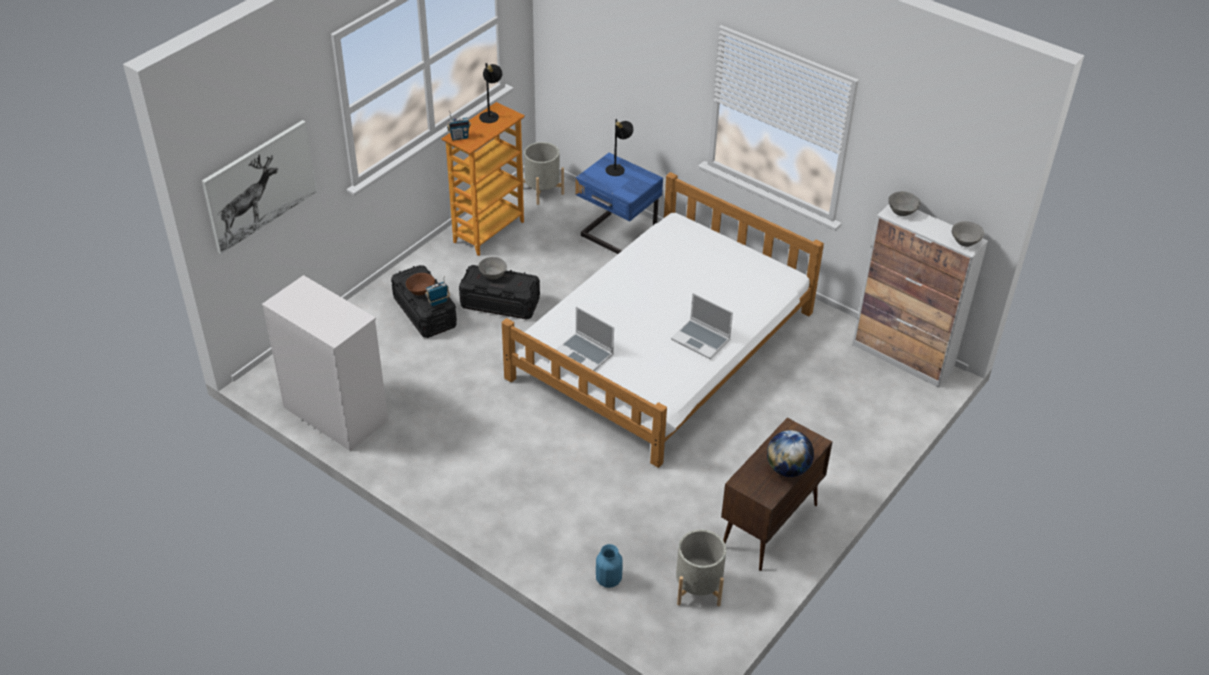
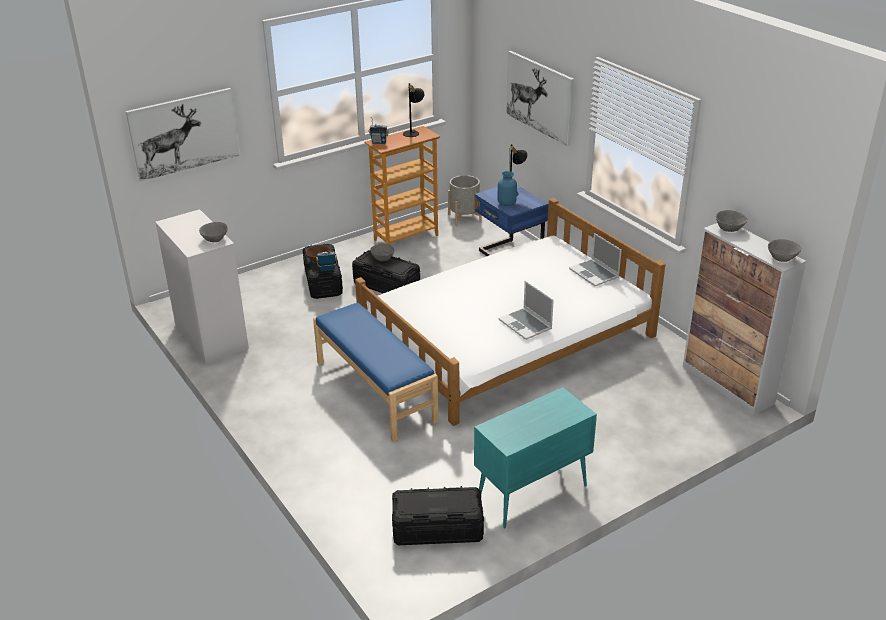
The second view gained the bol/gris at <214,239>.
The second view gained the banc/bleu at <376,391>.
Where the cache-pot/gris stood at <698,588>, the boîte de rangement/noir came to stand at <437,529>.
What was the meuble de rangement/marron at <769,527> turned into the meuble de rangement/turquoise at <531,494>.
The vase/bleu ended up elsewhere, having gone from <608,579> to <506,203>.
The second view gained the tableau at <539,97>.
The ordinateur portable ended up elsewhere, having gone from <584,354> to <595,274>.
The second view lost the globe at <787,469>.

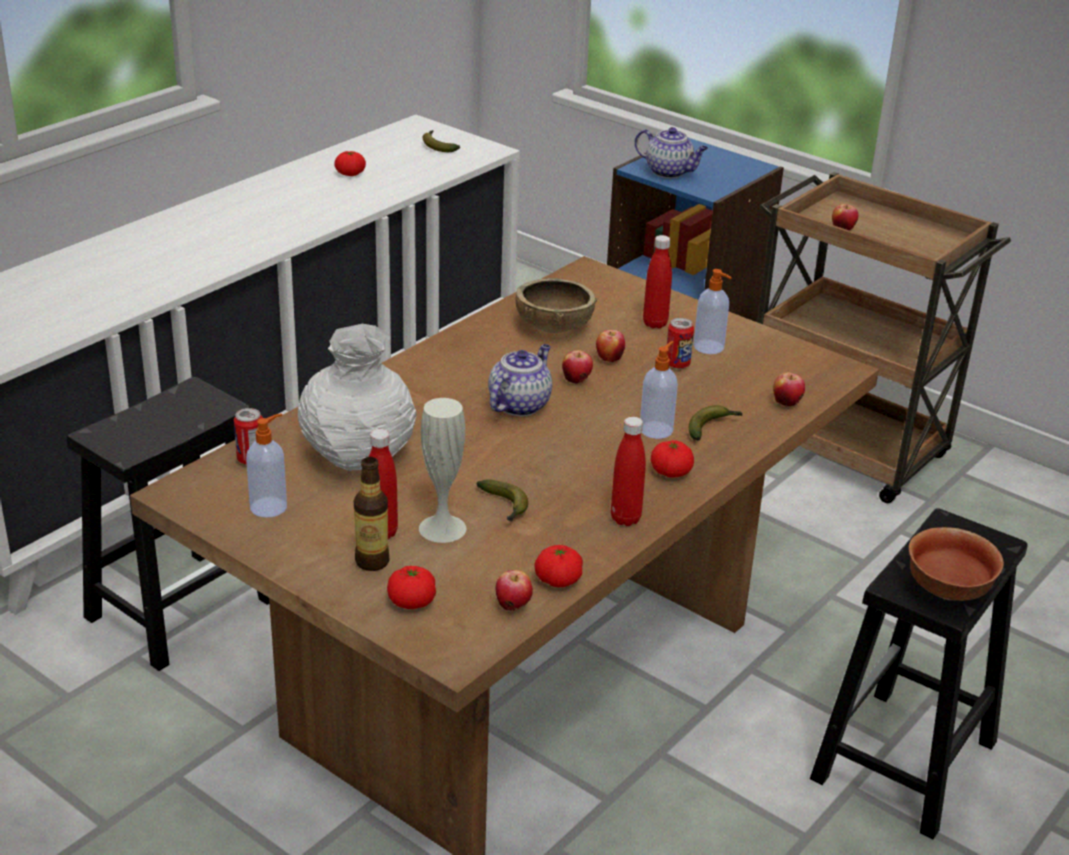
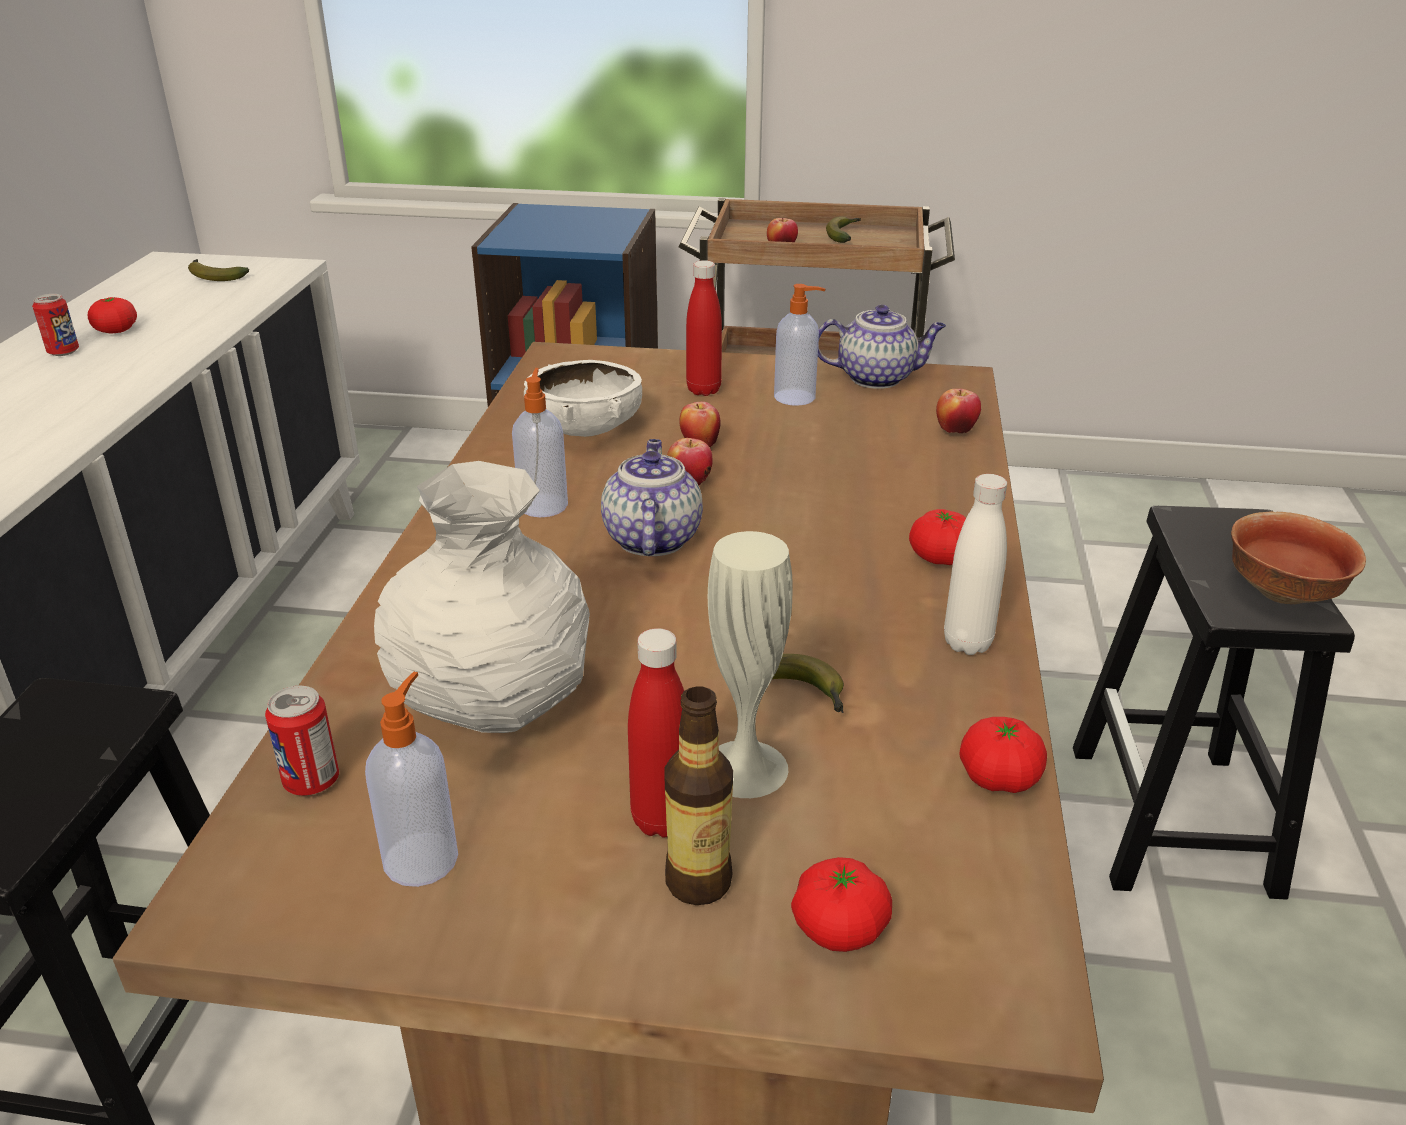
The boîte métallique ended up elsewhere, having gone from <677,364> to <63,352>.
The distributeur de savon ended up elsewhere, having gone from <656,429> to <543,504>.
What was the bol/marron at <553,326> turned into the bol/blanc at <585,428>.
The théière ended up elsewhere, having gone from <670,172> to <877,378>.
The banane ended up elsewhere, having gone from <712,428> to <844,235>.
What was the bouteille/rouge at <625,518> turned into the bouteille/blanc at <967,643>.
The second view lost the pomme at <513,606>.

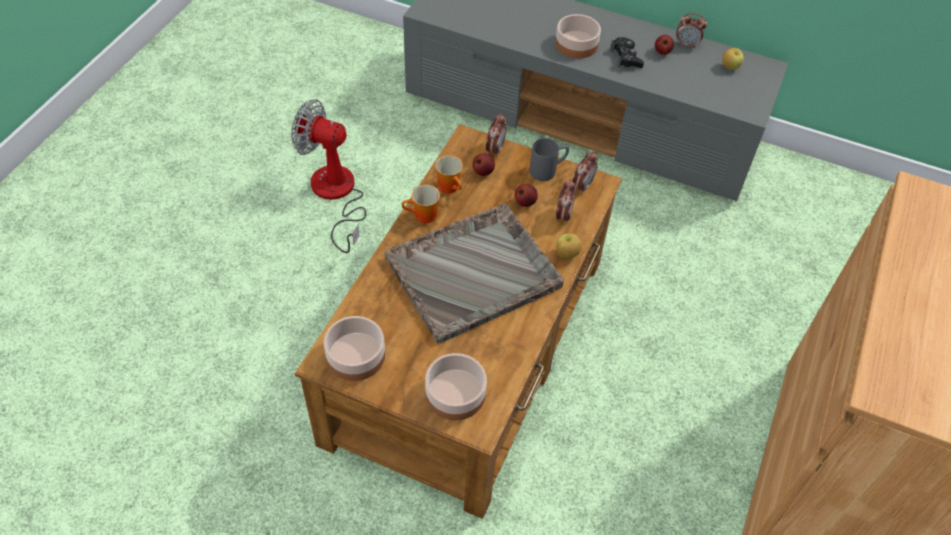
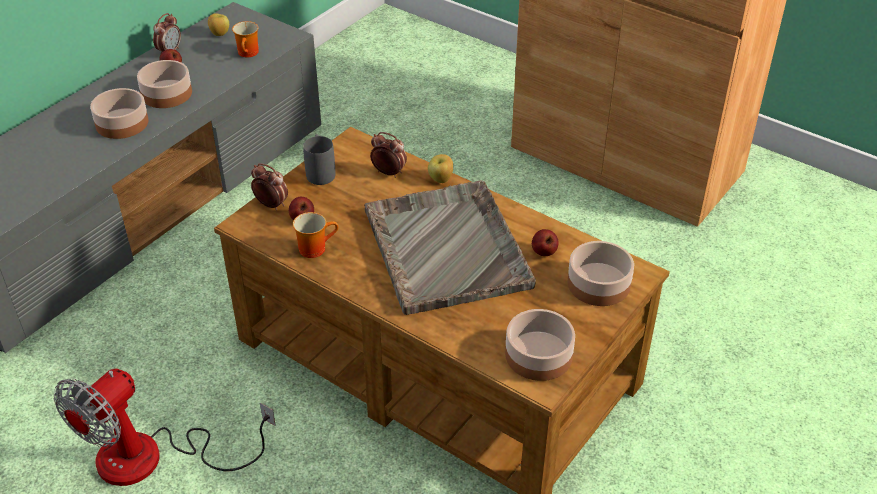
Where the manette/noir stood at <626,58>, the bol came to stand at <166,94>.
The mug ended up elsewhere, having gone from <423,216> to <249,53>.
The pomme ended up elsewhere, having gone from <525,202> to <544,252>.
The second view lost the réveil at <582,186>.

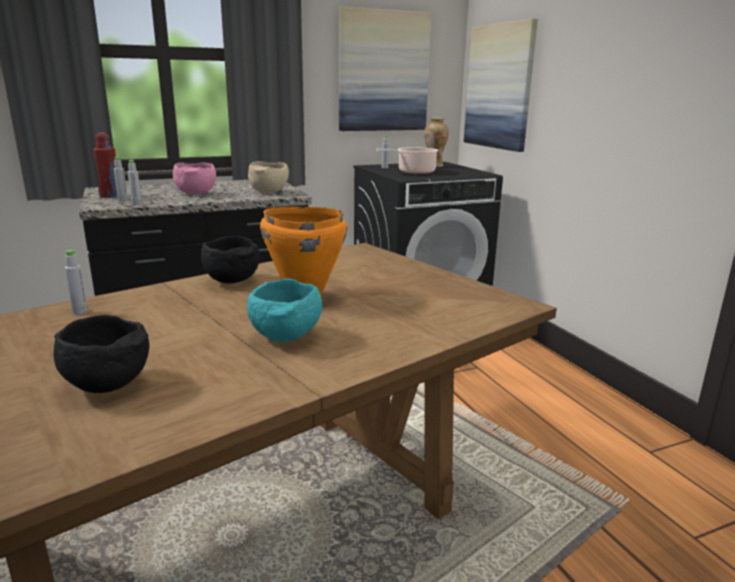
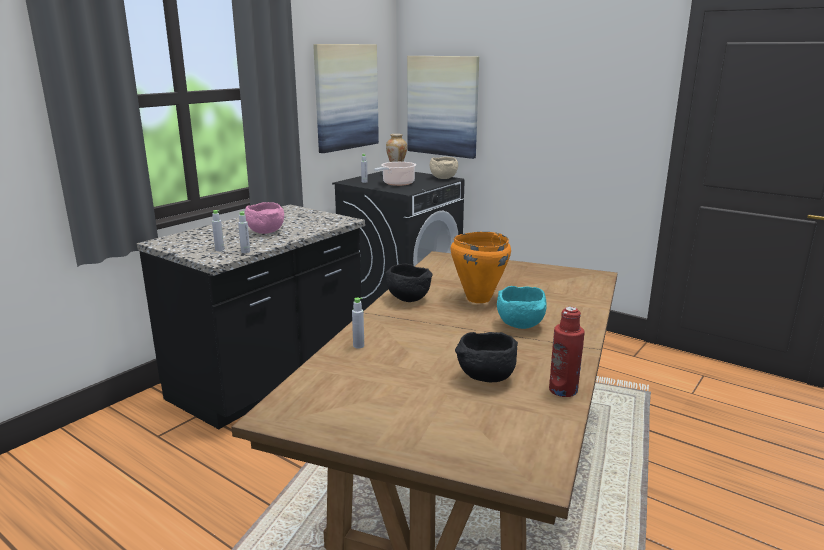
The bol/beige ended up elsewhere, having gone from <269,192> to <443,178>.
The bouteille/rouge ended up elsewhere, having gone from <110,196> to <563,390>.

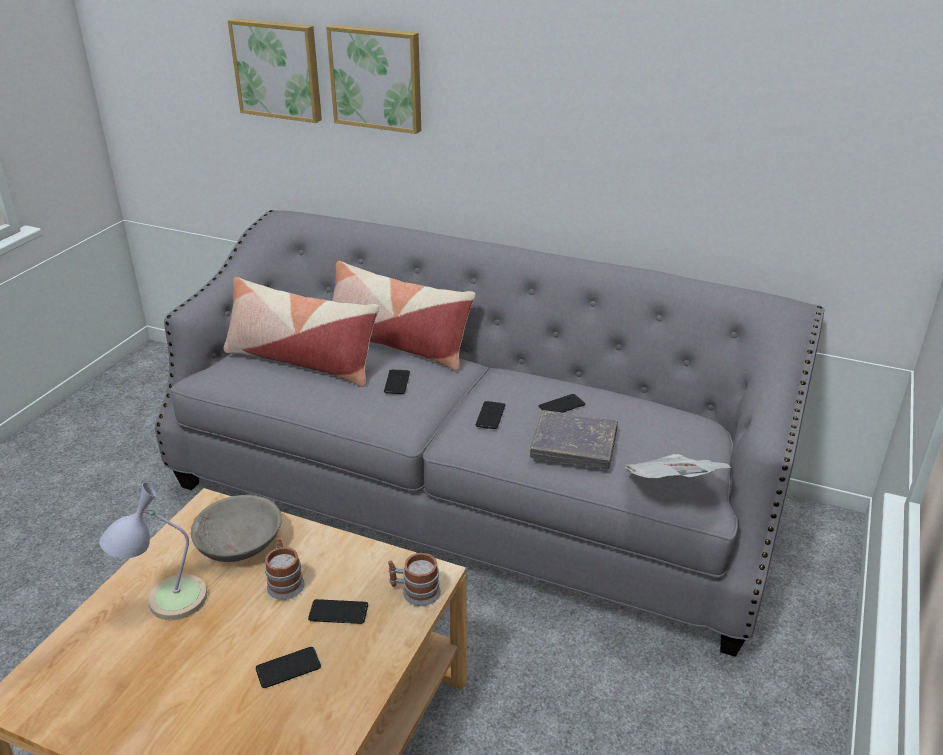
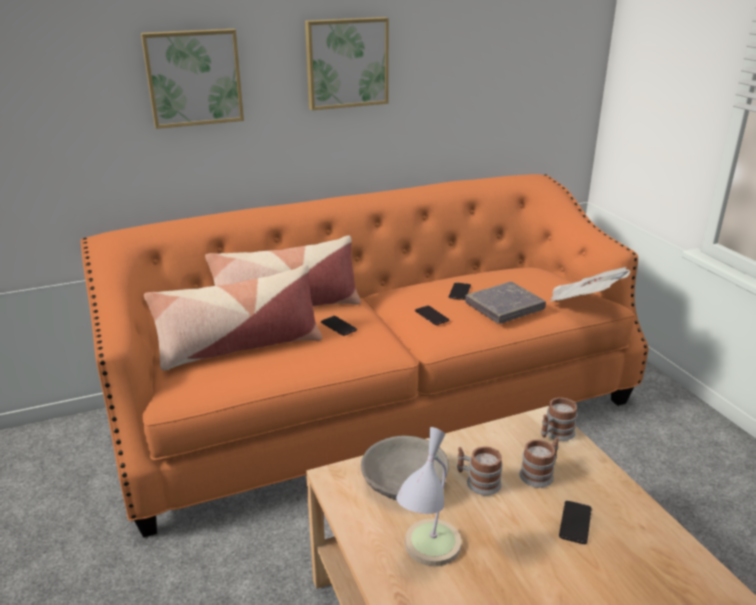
What was the canapé/gris at <472,496> turned into the canapé/orange at <378,408>.
The tableau ended up elsewhere, having gone from <278,69> to <346,63>.
Where the téléphone stood at <338,612>, the mug came to stand at <540,474>.

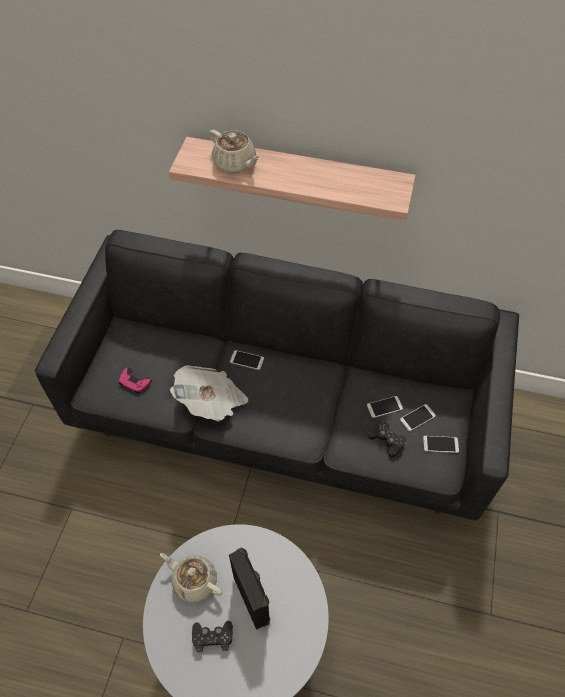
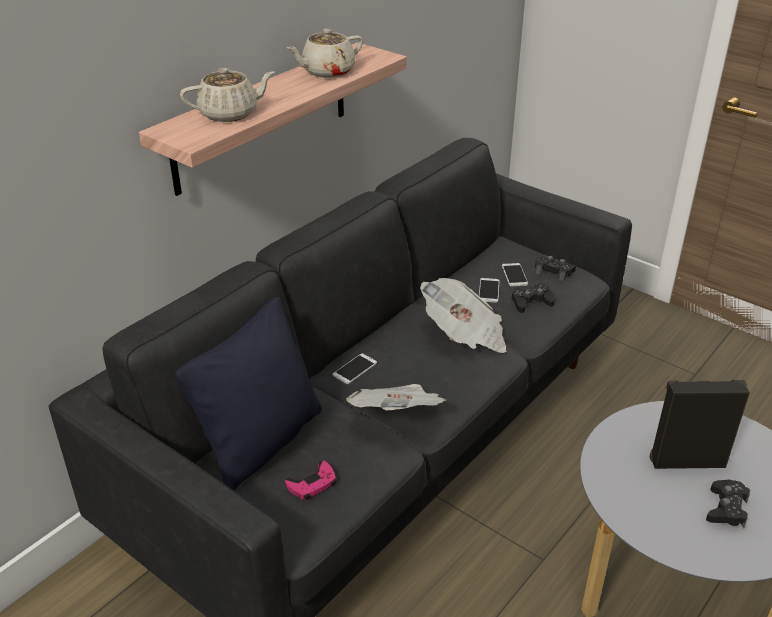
The second view gained the coussin/noir at <261,442>.
The théière/beige ended up elsewhere, having gone from <194,580> to <327,72>.
The second view gained the journal at <464,335>.
Where the téléphone stood at <440,444>, the manette/noir came to stand at <553,272>.

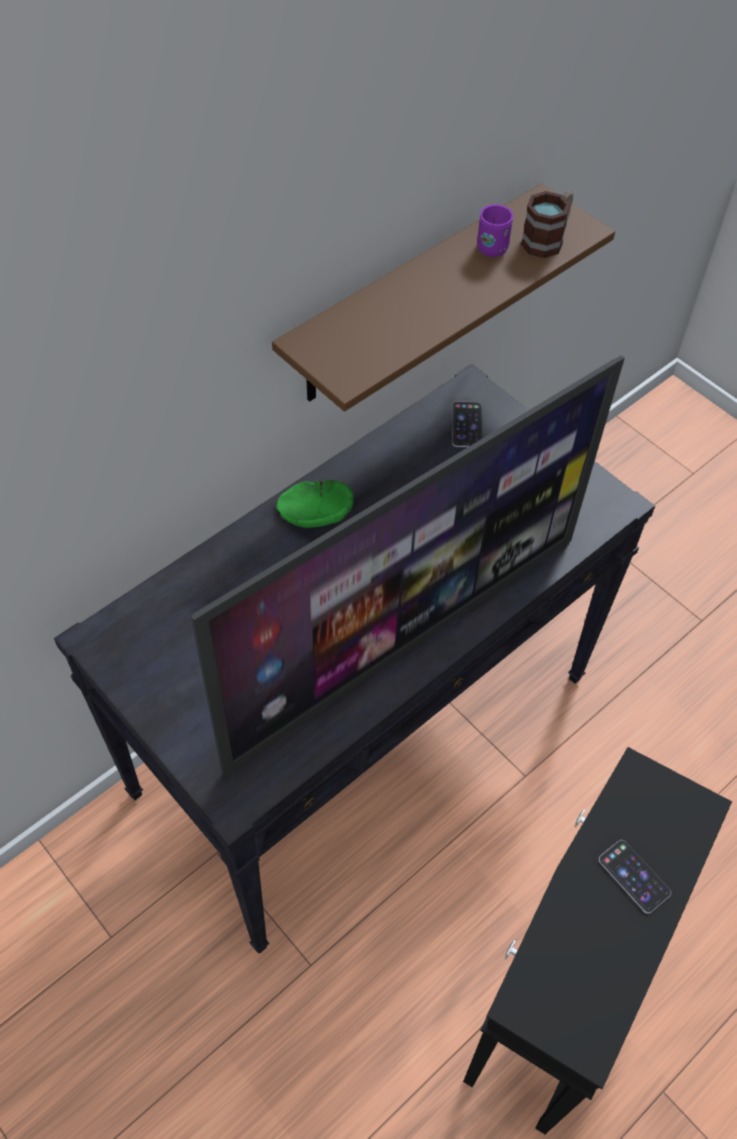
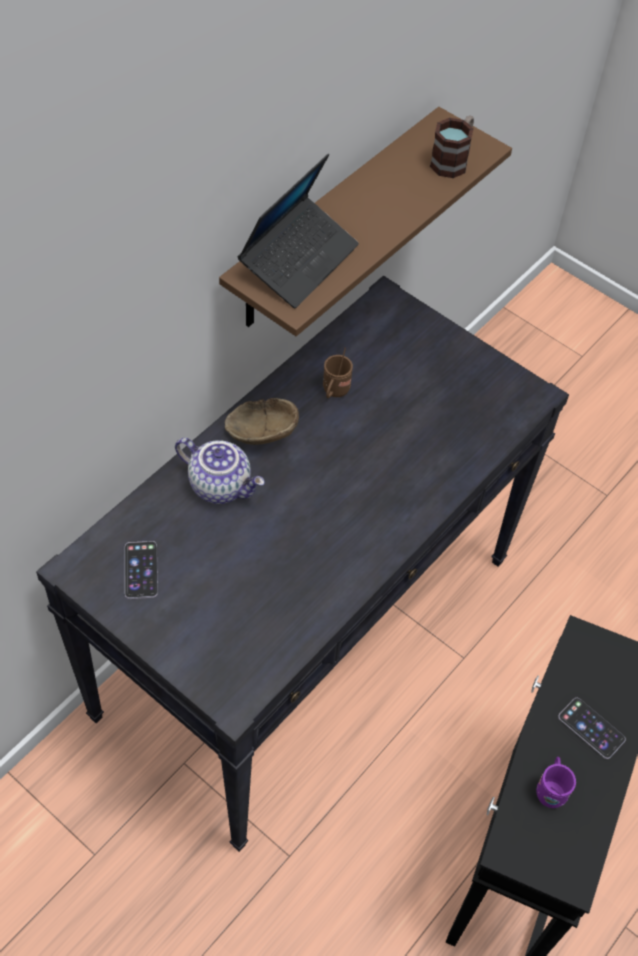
The téléphone ended up elsewhere, having gone from <466,425> to <141,570>.
The second view gained the théière at <221,485>.
What was the bol/vert at <314,514> turned into the bol/marron at <260,432>.
The second view gained the ordinateur portable at <299,260>.
The second view gained the mug/marron at <334,392>.
The mug/violet ended up elsewhere, having gone from <493,246> to <551,789>.
The second view lost the téléviseur at <405,643>.

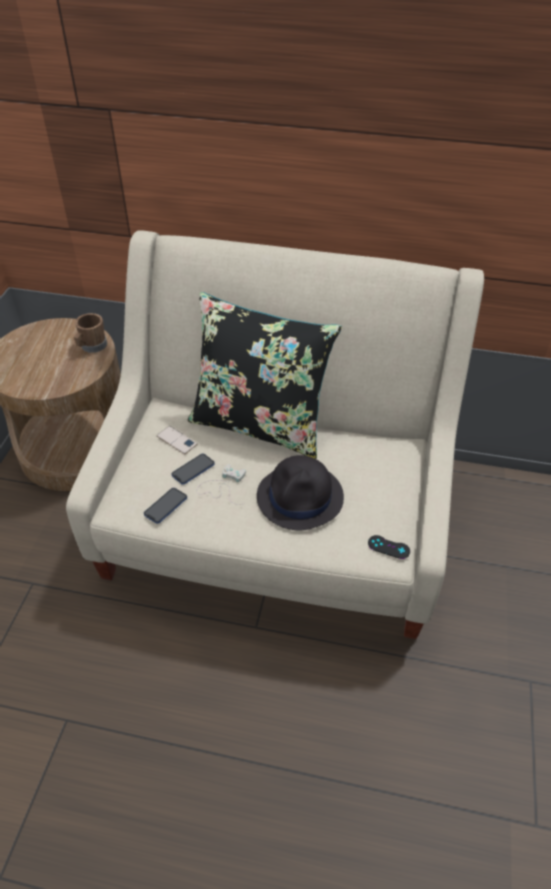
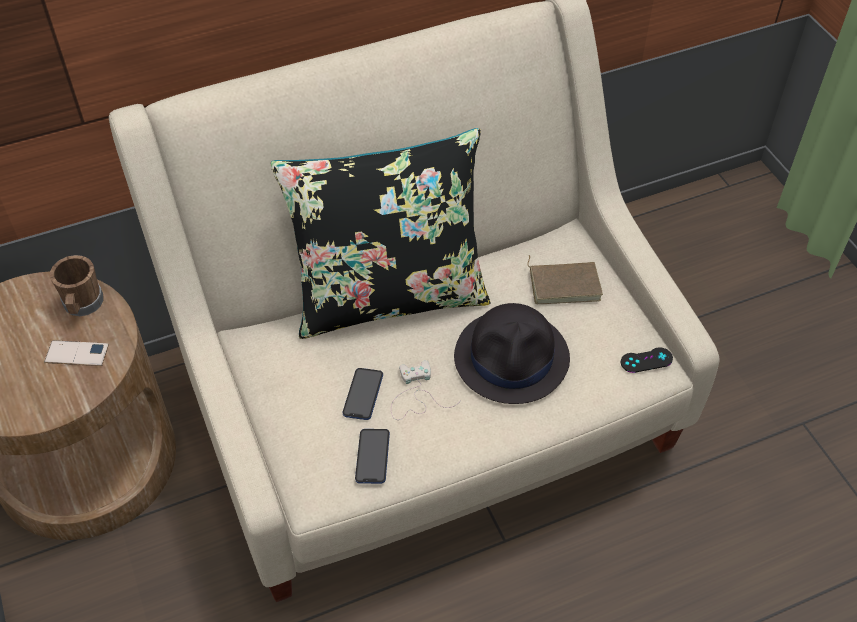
The téléphone ended up elsewhere, having gone from <177,440> to <77,353>.
The second view gained the livre/marron at <564,284>.

